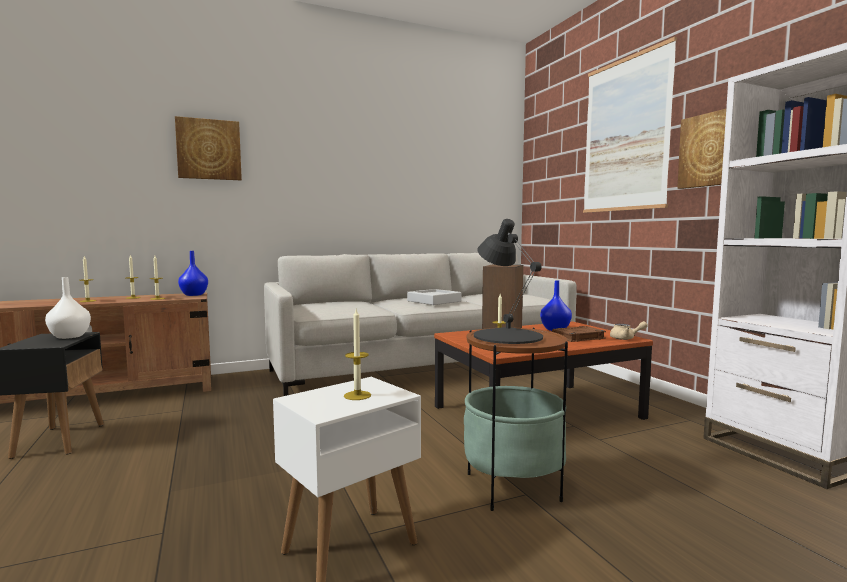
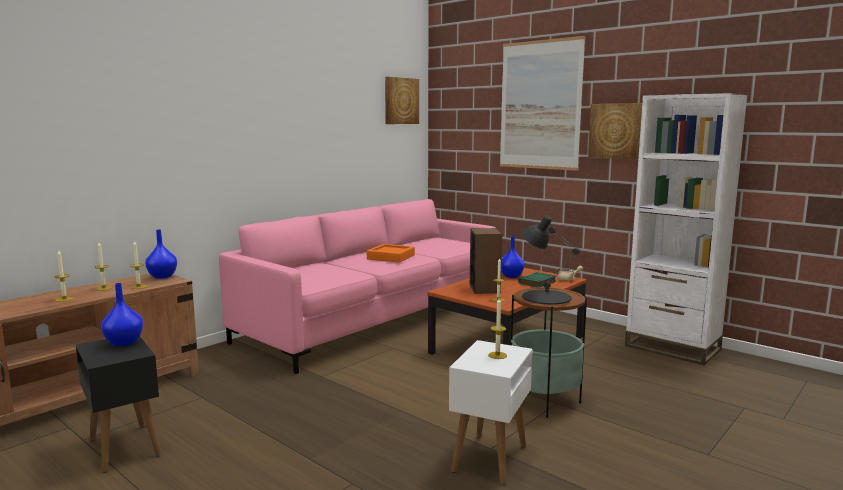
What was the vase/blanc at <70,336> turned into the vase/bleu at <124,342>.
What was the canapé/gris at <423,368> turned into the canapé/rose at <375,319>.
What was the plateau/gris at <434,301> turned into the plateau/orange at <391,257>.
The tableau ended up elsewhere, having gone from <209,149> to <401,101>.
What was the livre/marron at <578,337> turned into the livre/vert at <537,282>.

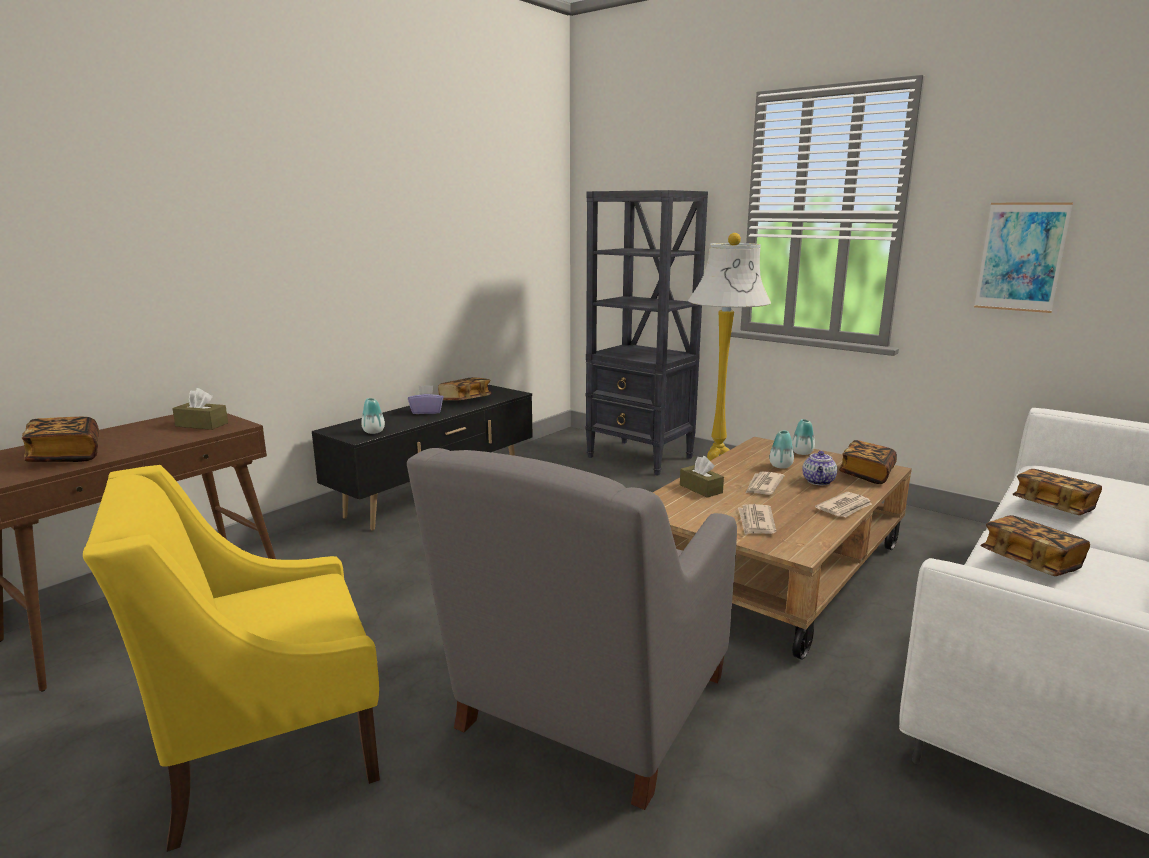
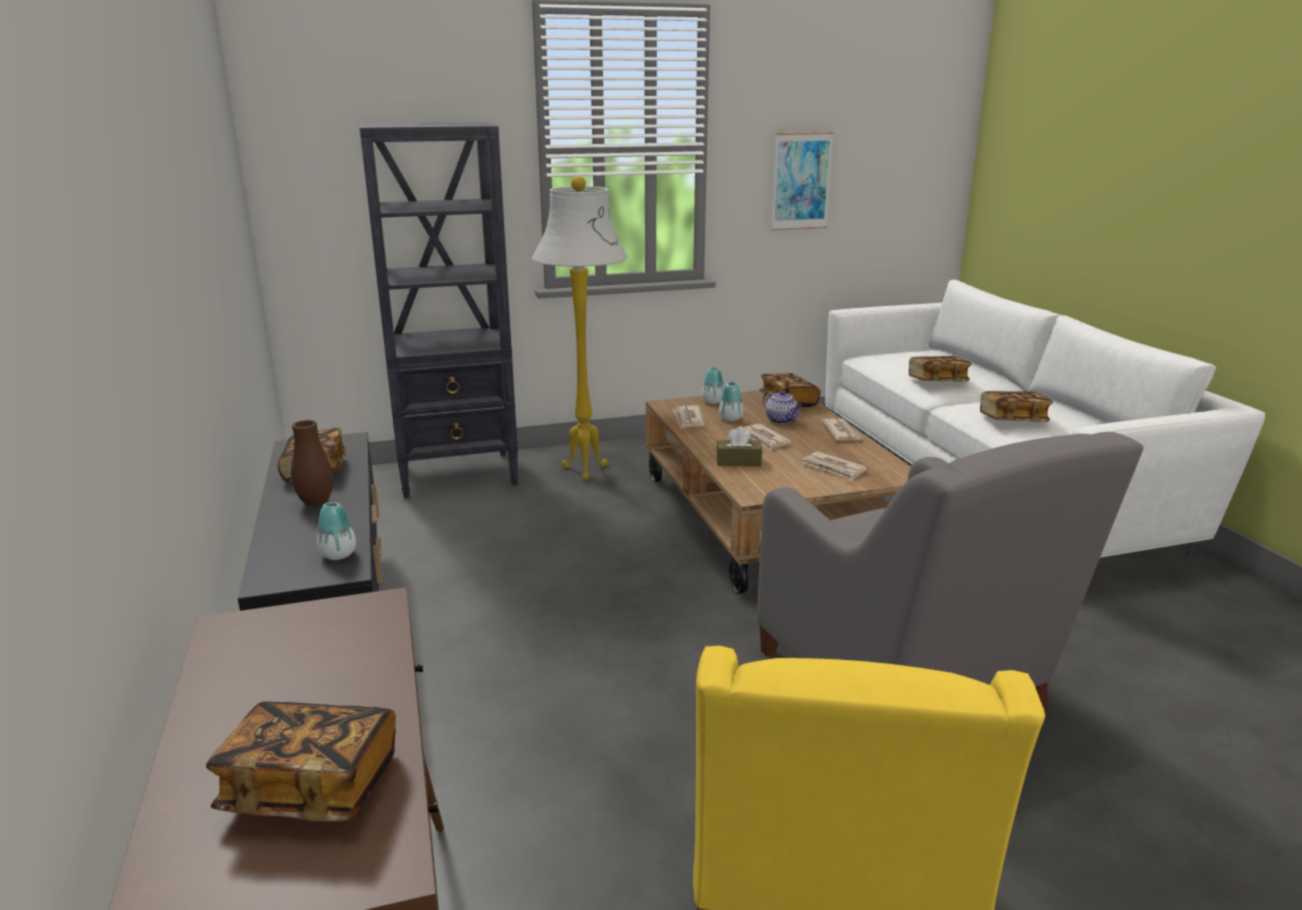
Where the boîte à mouchoirs/violet stood at <427,411>, the vase/marron came to stand at <316,503>.
The second view gained the journal at <688,419>.
The second view lost the boîte à mouchoirs/marron at <202,425>.

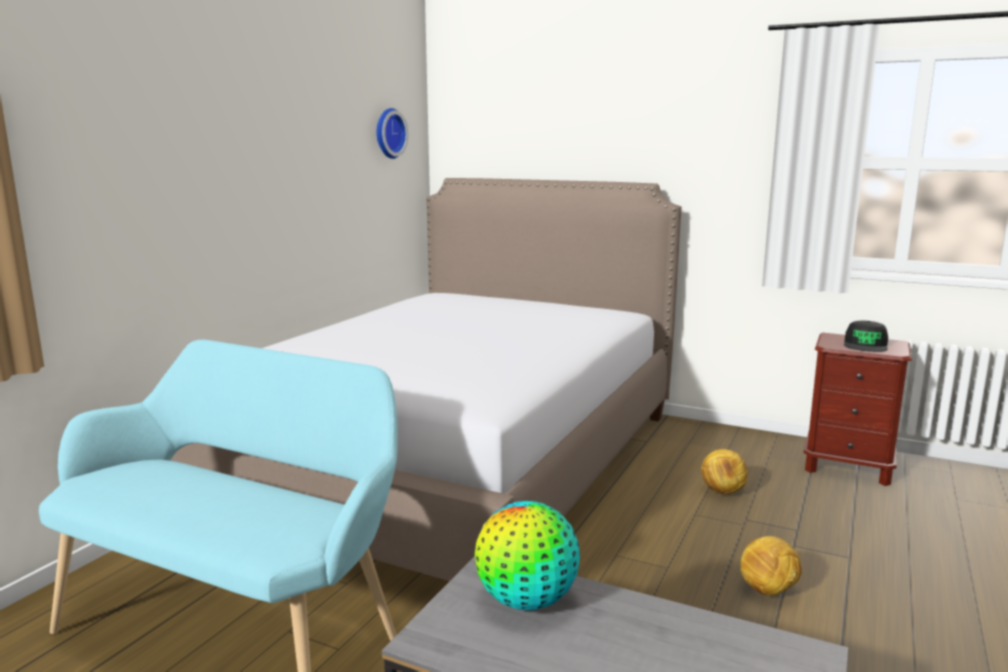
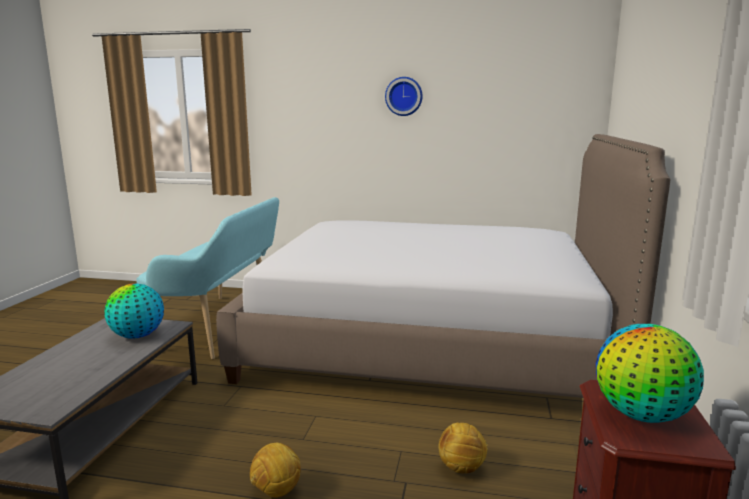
The horloge murale ended up elsewhere, having gone from <388,133> to <404,96>.
Where the casquette/noir stood at <865,345>, the globe came to stand at <642,415>.

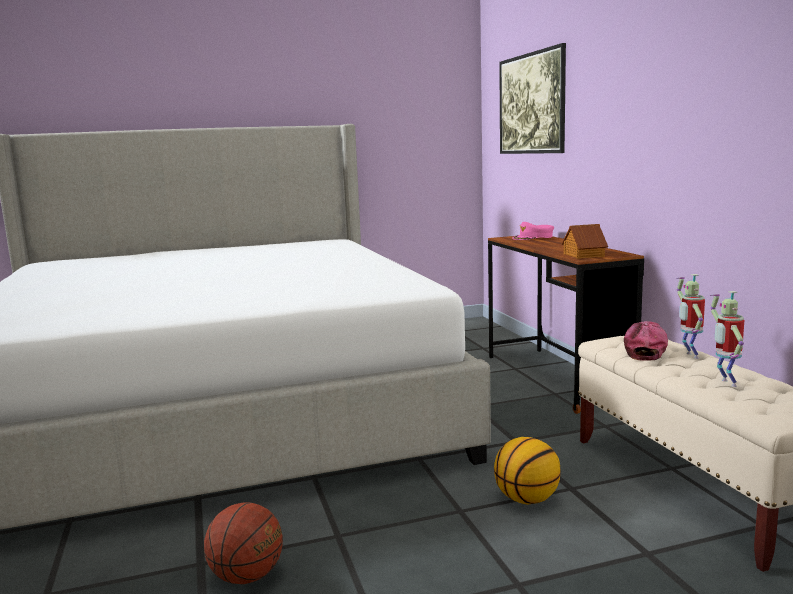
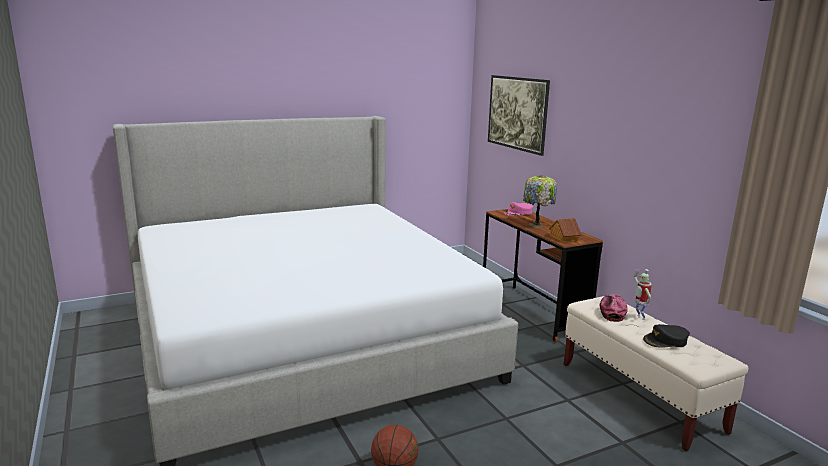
The second view gained the lampe de table at <537,225>.
Where the robot jouet stood at <725,383>, the casquette/noir came to stand at <666,341>.
The second view lost the ballon de basket at <527,499>.

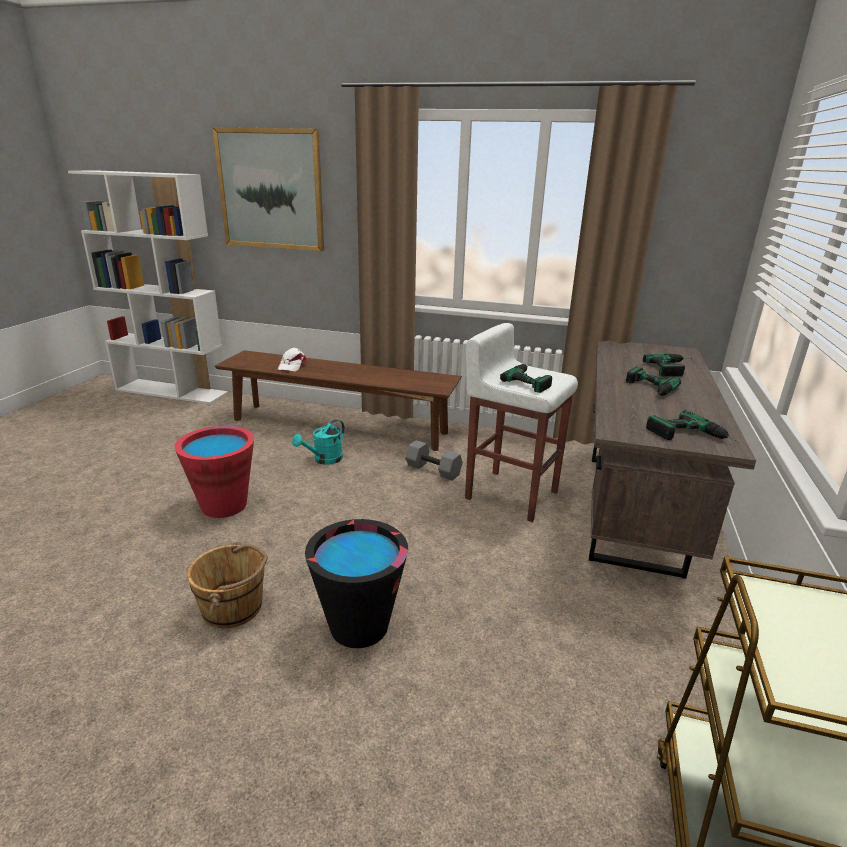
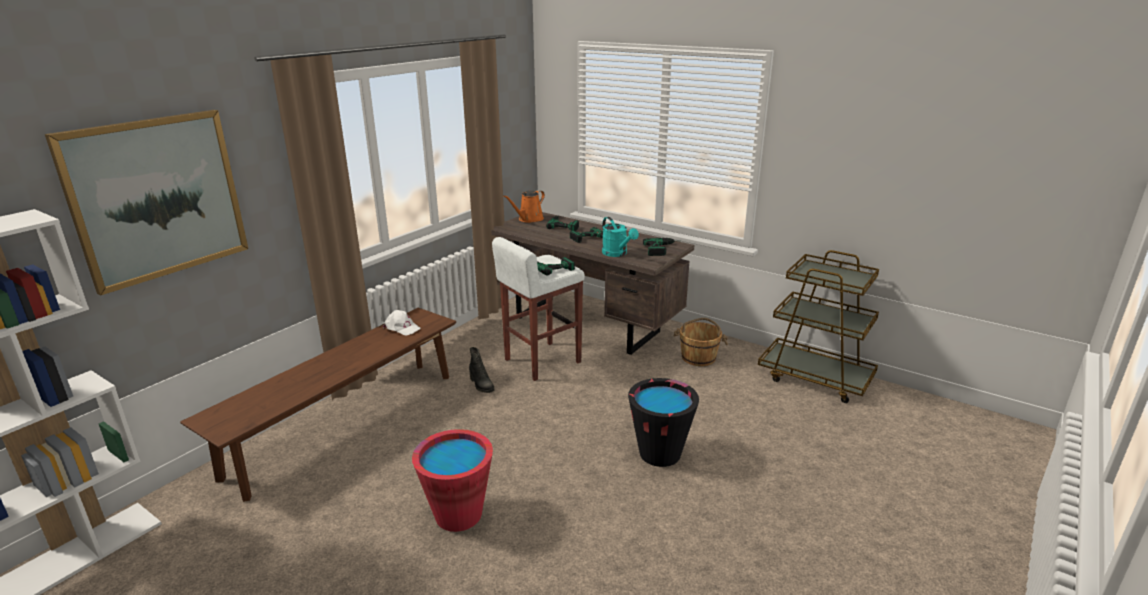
The casquette/blanc ended up elsewhere, having gone from <292,365> to <402,328>.
Where the haltère/gris stood at <434,470>, the botte/noir came to stand at <481,385>.
The second view gained the arrosoir/orange at <529,219>.
The arrosoir/turquoise ended up elsewhere, having gone from <324,460> to <617,254>.
The seau/marron ended up elsewhere, having gone from <234,607> to <698,357>.

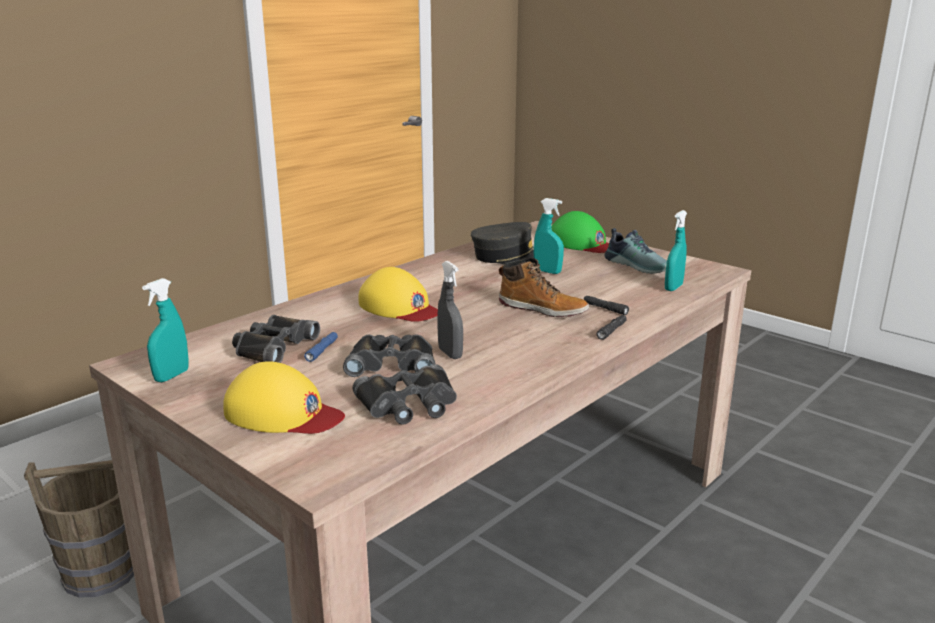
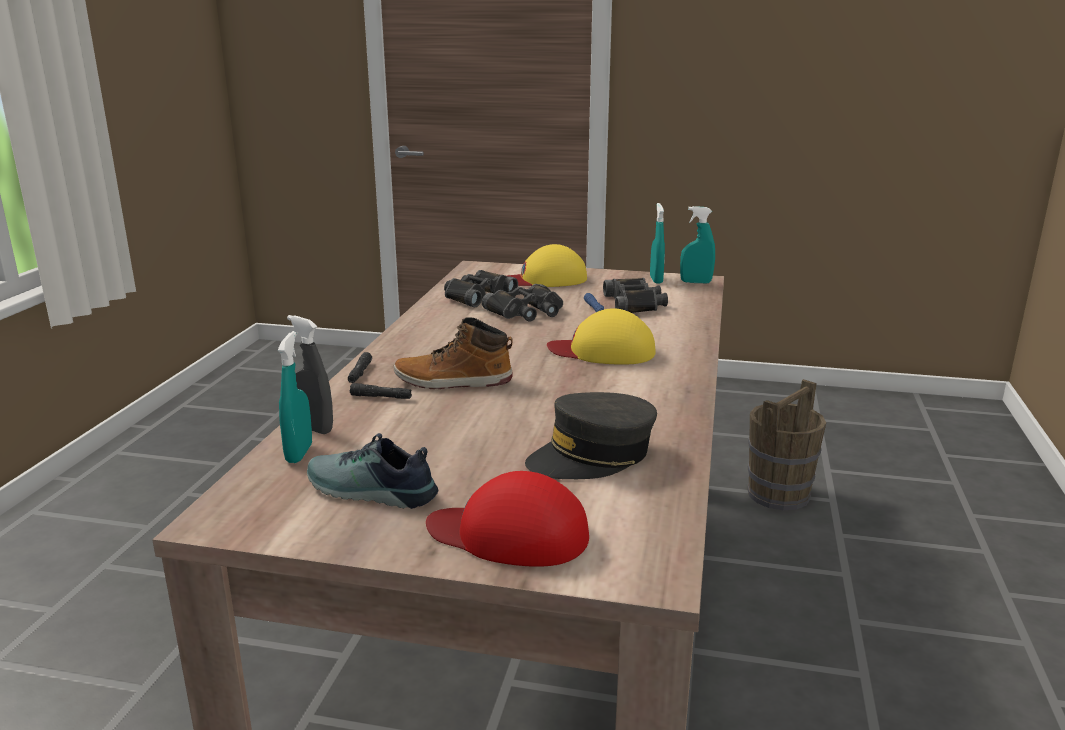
The vaporisateur/gris ended up elsewhere, having gone from <450,353> to <314,428>.
What was the casquette/vert at <582,243> turned into the casquette/rouge at <509,534>.
The vaporisateur/turquoise ended up elsewhere, having gone from <547,271> to <696,282>.

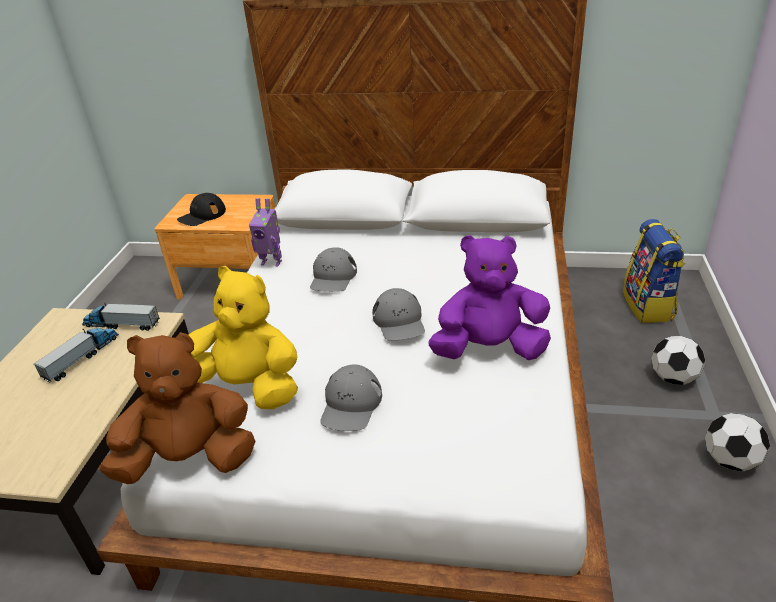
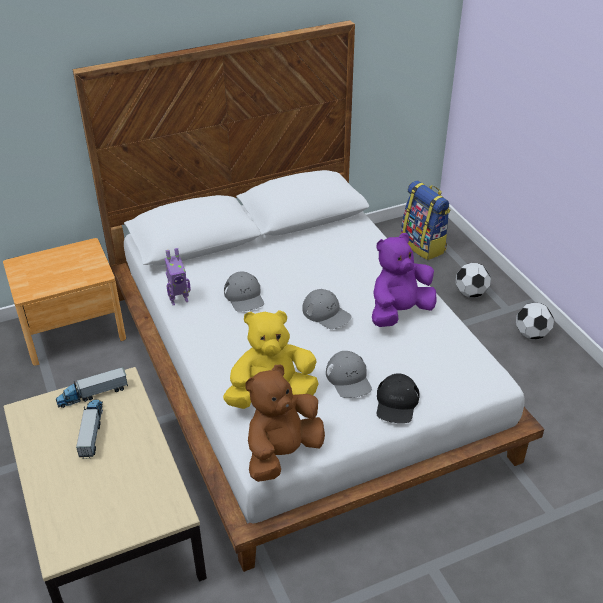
The casquette/noir ended up elsewhere, having gone from <202,215> to <396,403>.

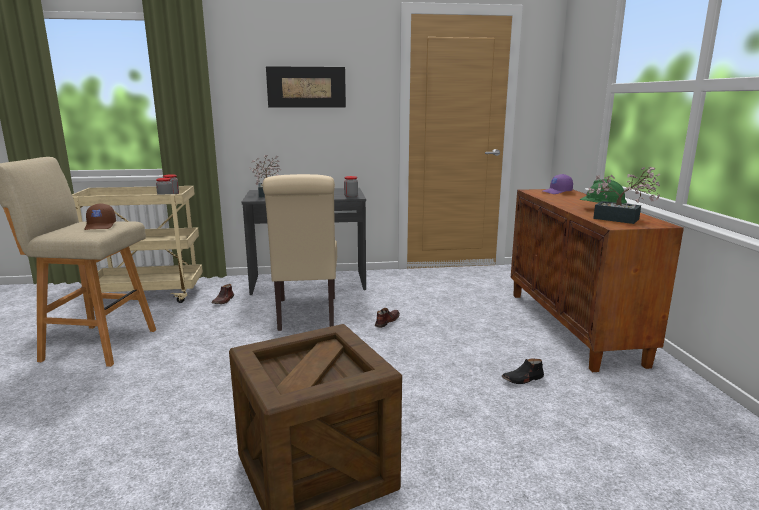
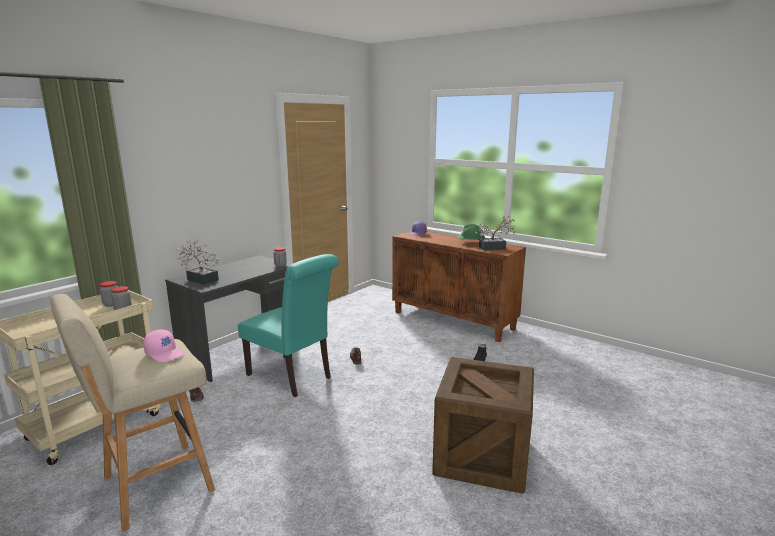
What was the casquette/marron at <101,226> turned into the casquette/rose at <165,353>.
What was the chaise/beige at <306,315> turned into the chaise/turquoise at <293,377>.
The second view lost the tableau at <306,87>.

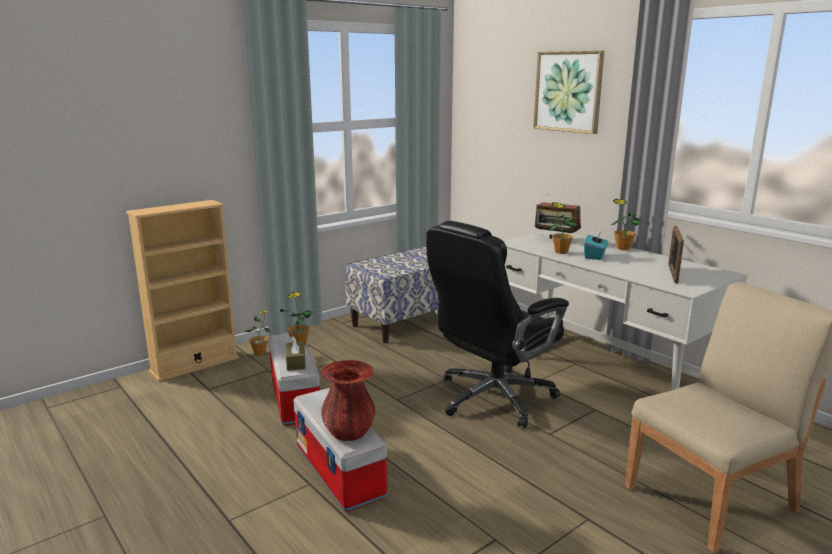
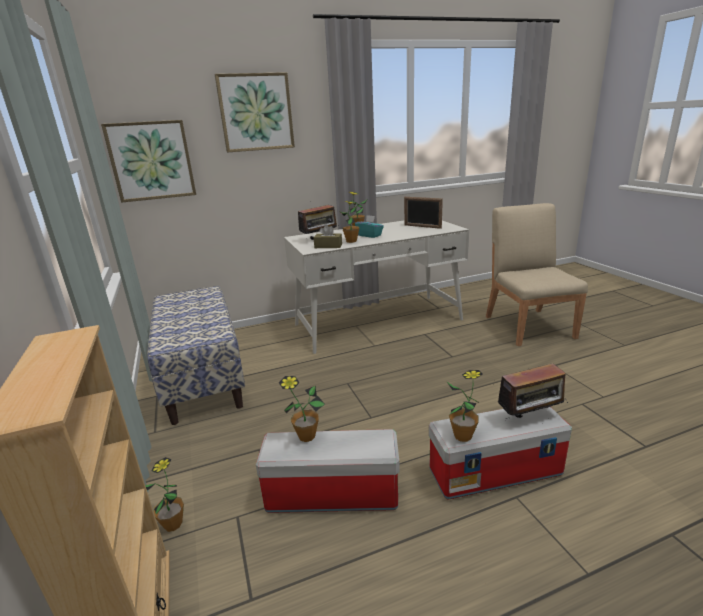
The second view gained the tableau at <151,161>.
The boîte à mouchoirs/marron ended up elsewhere, having gone from <296,362> to <328,246>.
The second view gained the plante en pot at <462,436>.
Where the vase/rouge stood at <349,432>, the radio came to stand at <530,418>.
The second view lost the chaise de bureau/noir at <493,398>.

